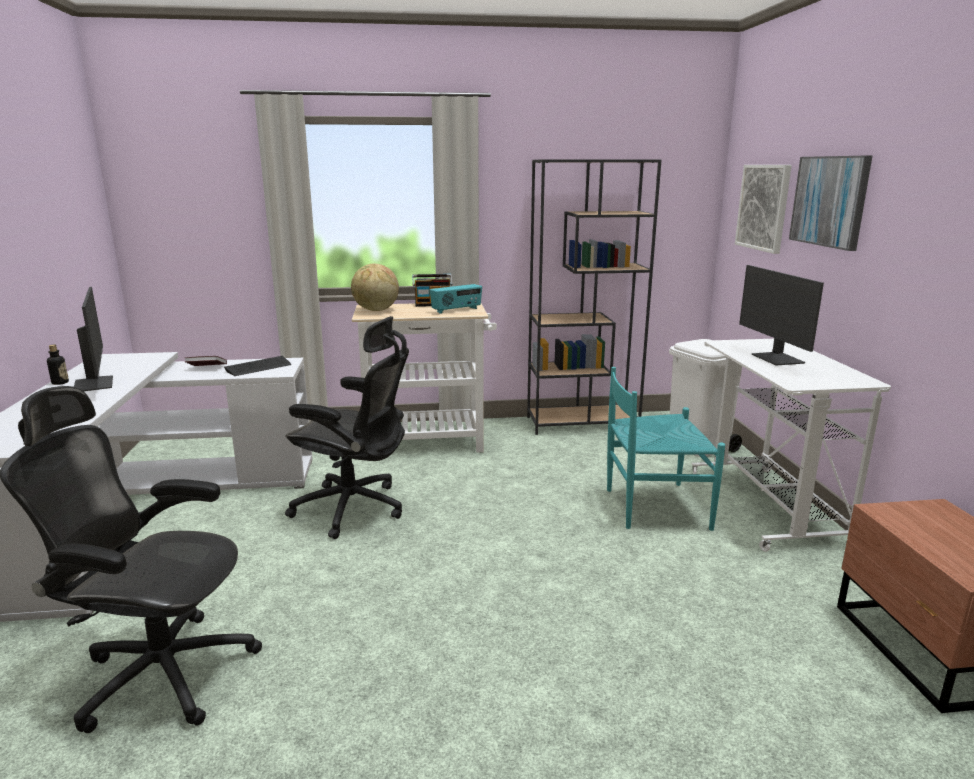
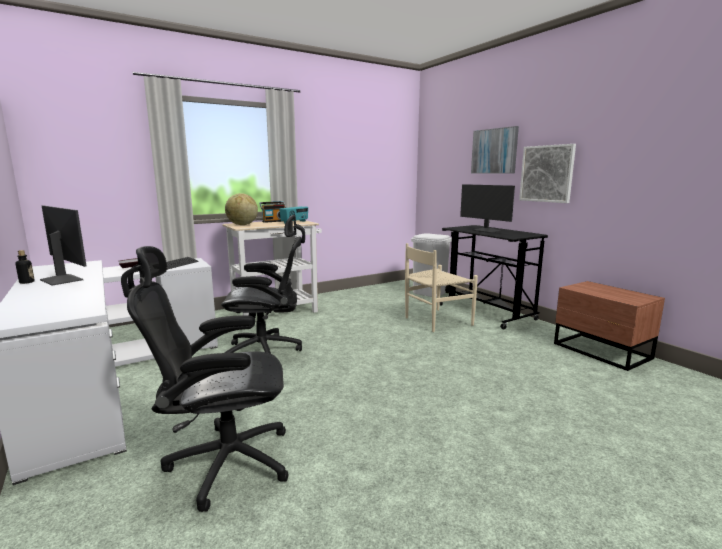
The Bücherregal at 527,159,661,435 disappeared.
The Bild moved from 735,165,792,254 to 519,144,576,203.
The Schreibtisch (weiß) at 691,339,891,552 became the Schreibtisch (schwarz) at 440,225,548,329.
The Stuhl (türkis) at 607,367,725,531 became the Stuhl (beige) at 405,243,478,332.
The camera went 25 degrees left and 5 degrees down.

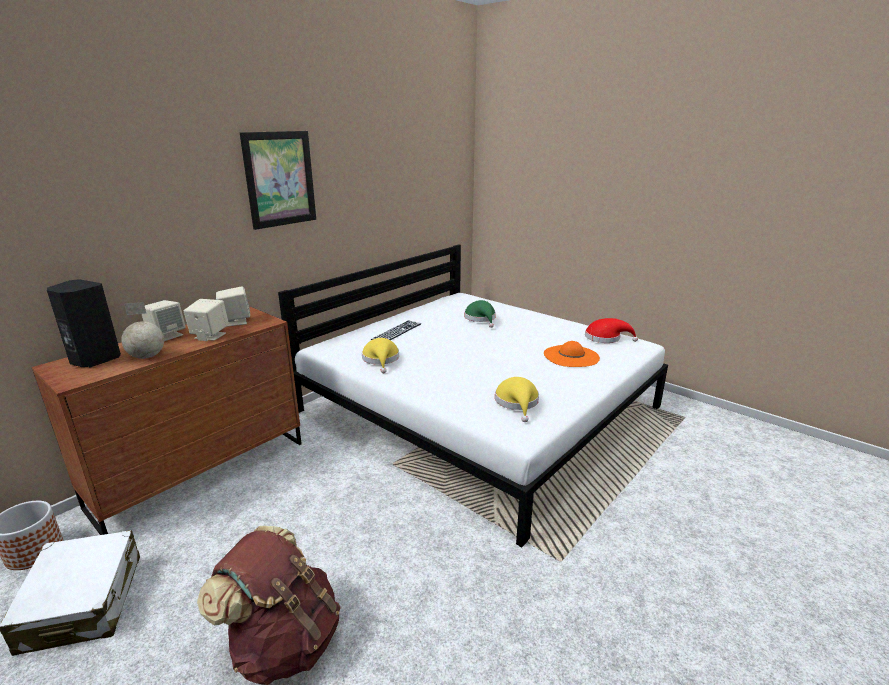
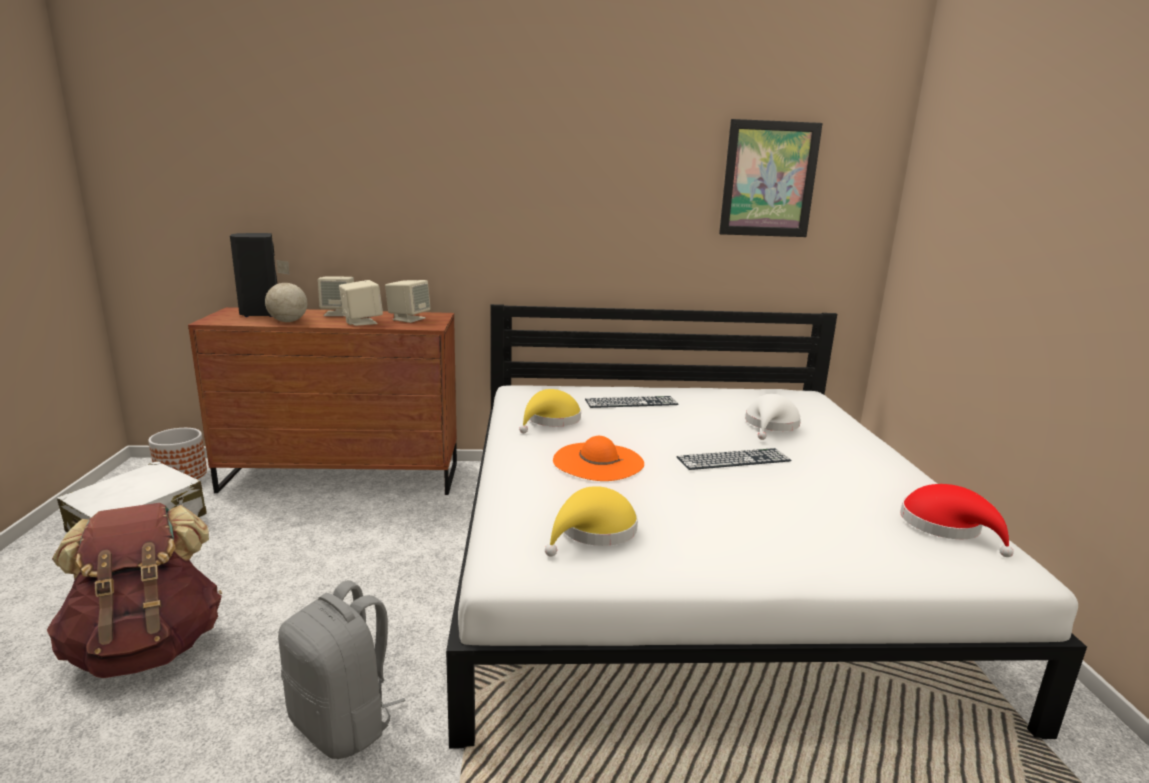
The Bild moved from 240,131,316,230 to 719,119,823,237.
The Hut (grün) at 464,300,496,328 became the Hut (weiß) at 745,394,801,440.
The Hut (orange) moved from 544,341,600,367 to 553,436,644,481.
The Tastatur at 677,448,791,470 appeared.
The Rucksack (grau) at 278,580,406,759 appeared.
The camera went 45 degrees right and 5 degrees down.

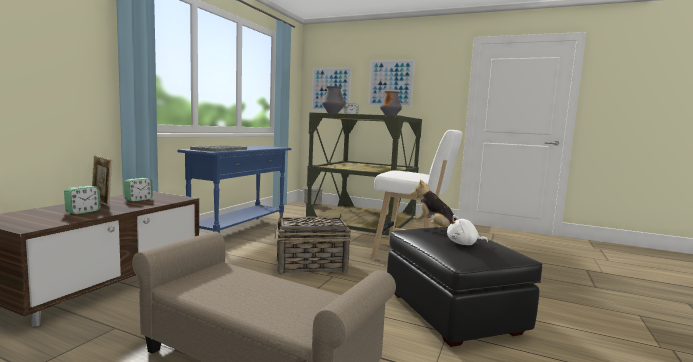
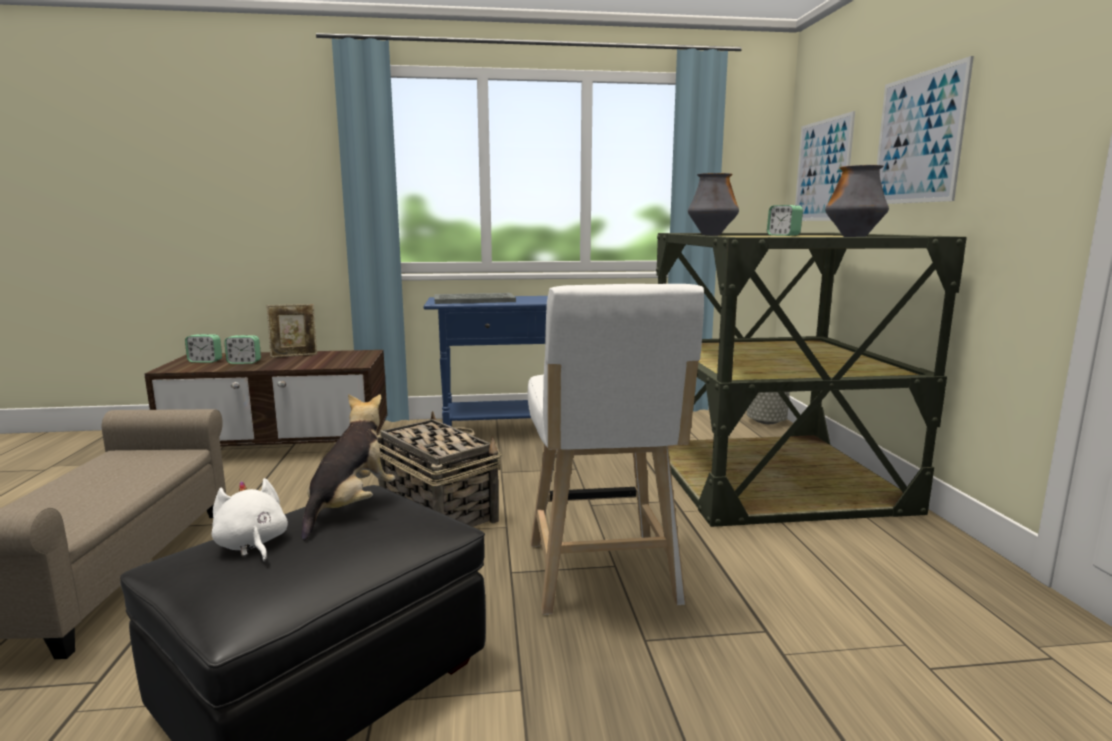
The Bilderrahmen at 92,155,112,206 turned 120 degrees counterclockwise.
The Wecker moved from 124,178,153,202 to 185,334,222,363.
The camera went 60 degrees right and 5 degrees up.

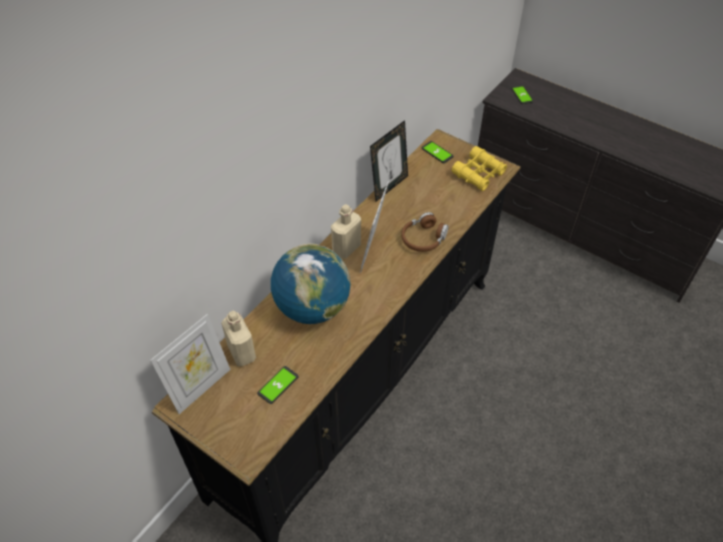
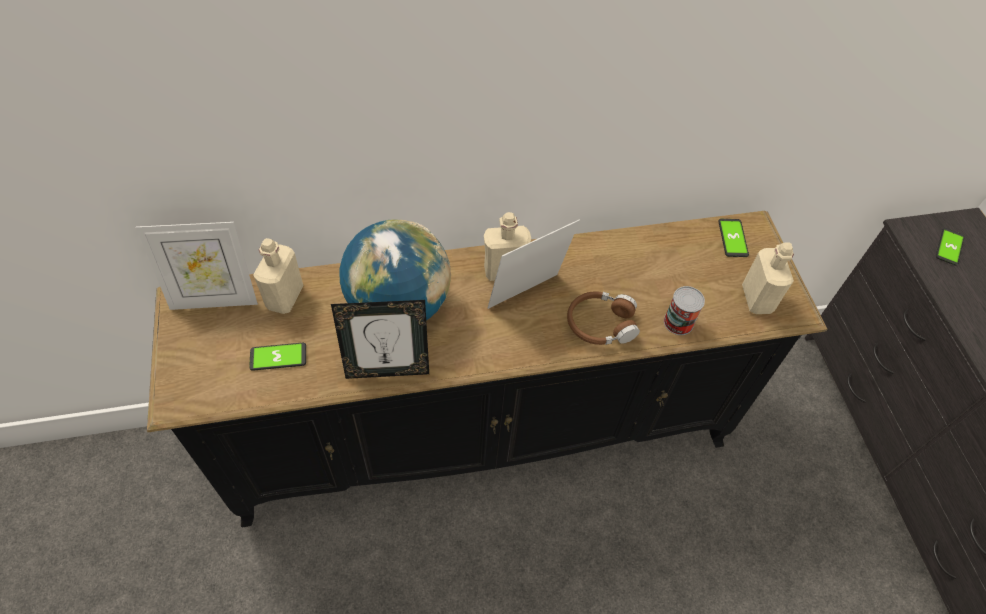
The Bilderrahmen moved from 370,120,408,202 to 331,300,429,379.
The Fernglas (gelb) at 451,146,507,191 was replaced by the Flasche (beige) at 742,243,794,314.
The Dose at 664,286,705,335 appeared.
The camera went 40 degrees right and 5 degrees up.

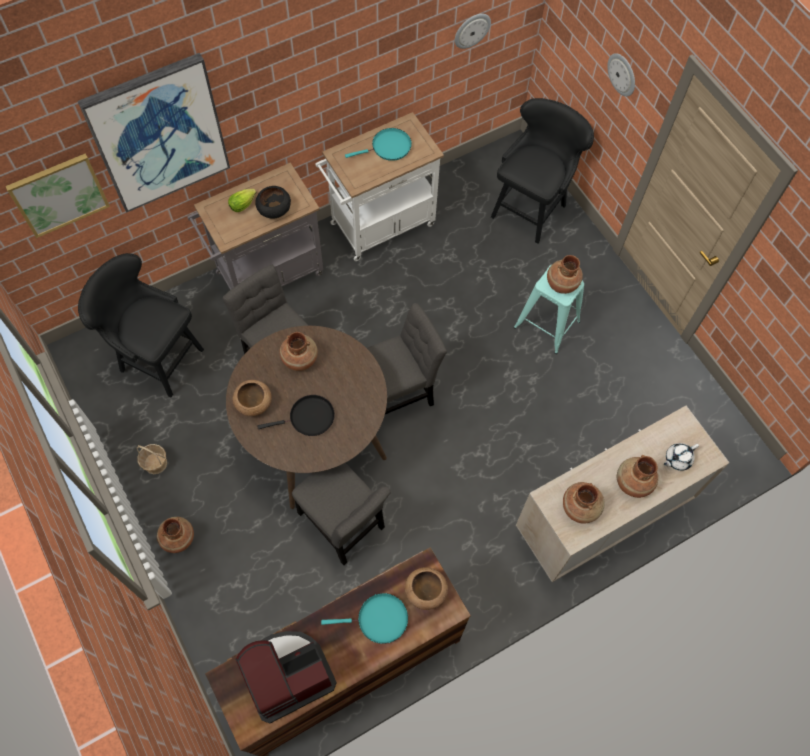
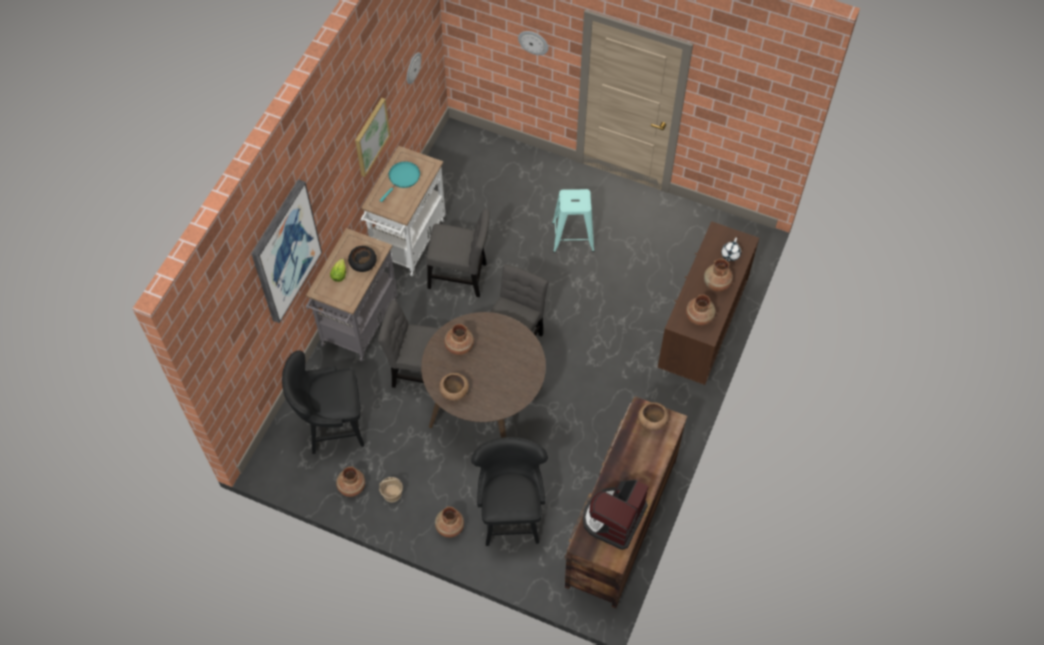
The Hocker (schwarz) moved from 491,98,594,244 to 471,437,548,546.
The Bild moved from 5,154,110,238 to 355,98,390,177.
The Vase (braun) moved from 547,255,583,294 to 336,466,365,497.
The Pfanne (schwarz) at 257,395,335,436 disappeared.
The Kommode (weiß) at 516,406,729,582 became the Kommode (braun) at 658,221,759,385.
The Stuhl (grau) moved from 292,463,391,565 to 426,209,490,297.
The Pfanne (türkis) at 321,593,408,644 disappeared.
The camera went 35 degrees left and 5 degrees down.

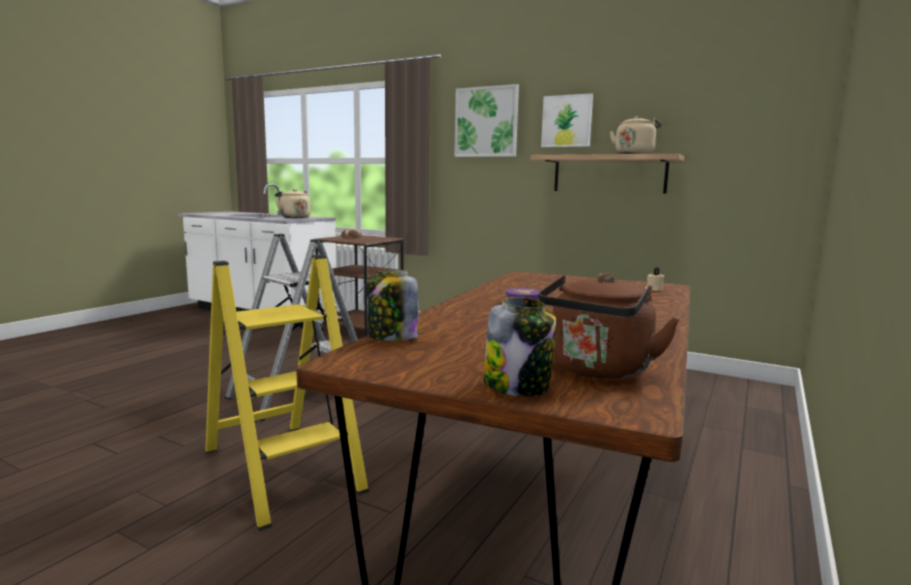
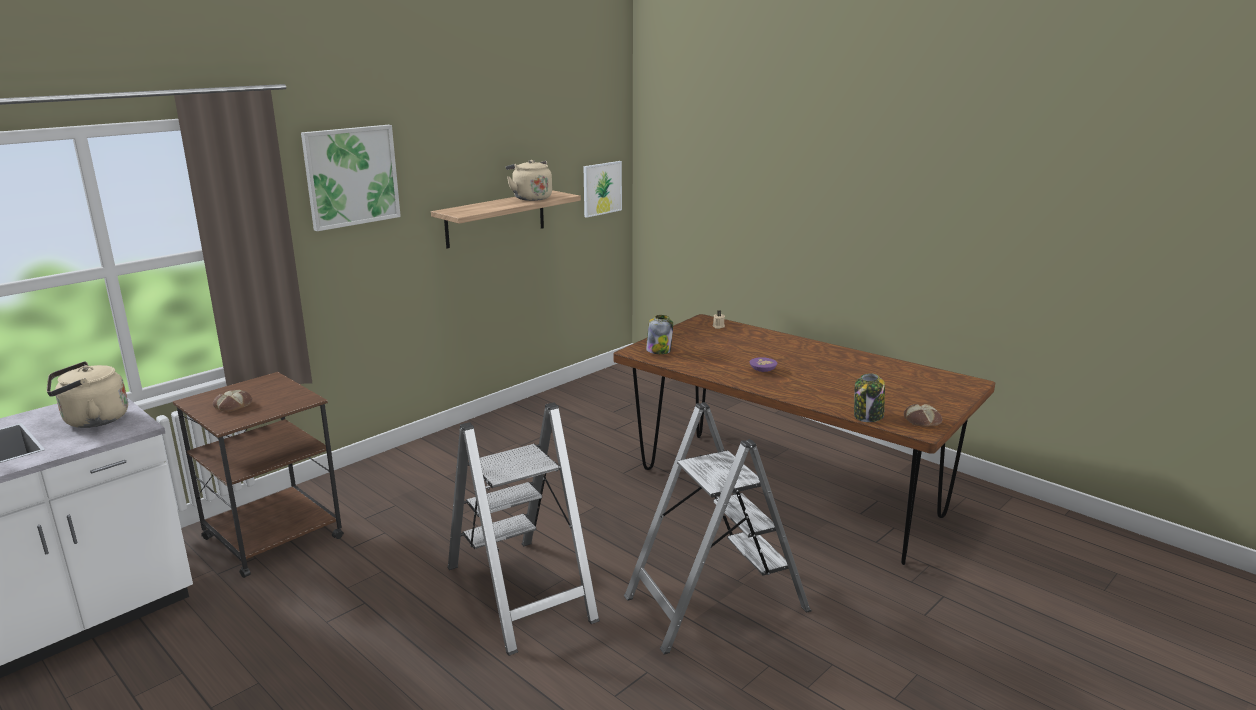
The Bild moved from 541,93,593,147 to 583,161,622,218.
The Trittleiter (gelb) at 205,255,369,531 became the Trittleiter (grau) at 624,402,812,655.
The Wasserkessel (braun) at 538,273,680,379 disappeared.
The Vorratsglas moved from 483,297,556,397 to 646,315,673,354.
The Brot at 904,404,942,426 appeared.
The camera went 75 degrees left and 10 degrees up.

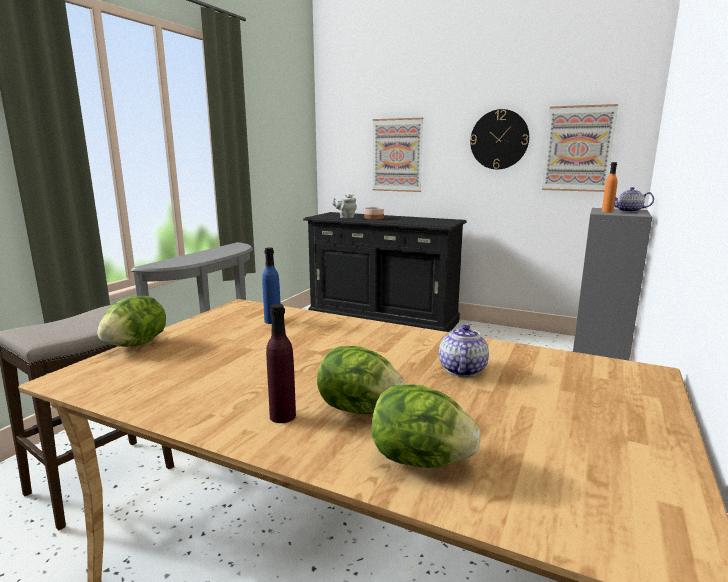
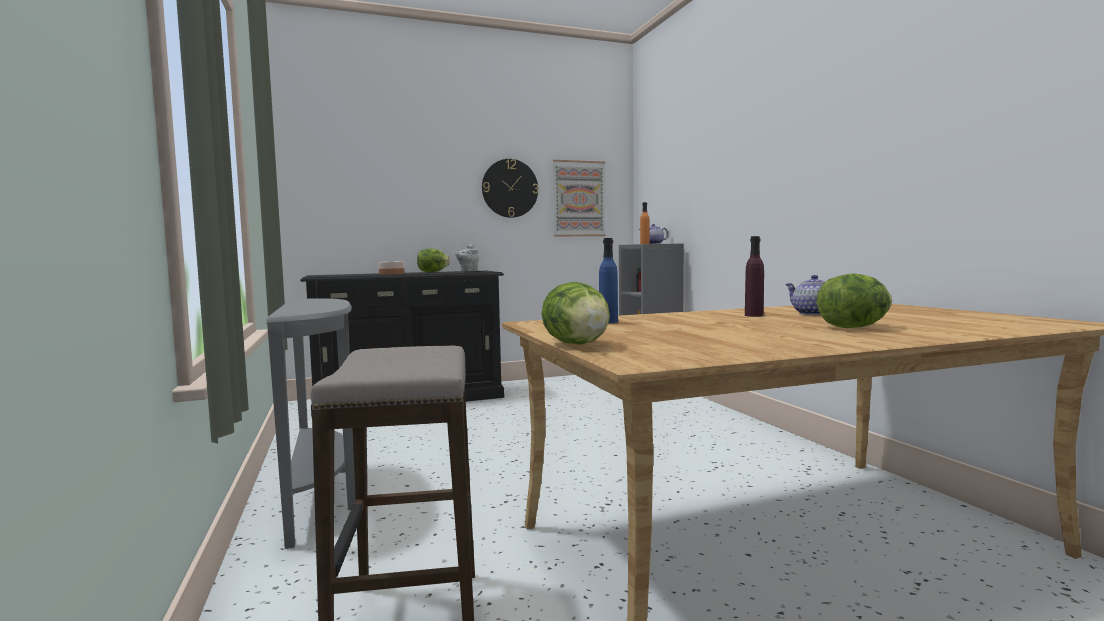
The Bild at 372,118,423,192 disappeared.
The Teekanne (grau) moved from 332,194,357,218 to 455,244,479,272.
The Flasche (lila) moved from 266,304,296,423 to 745,236,764,317.
The Salatkopf moved from 371,384,481,468 to 417,249,450,272.
The camera went 45 degrees left and 10 degrees down.

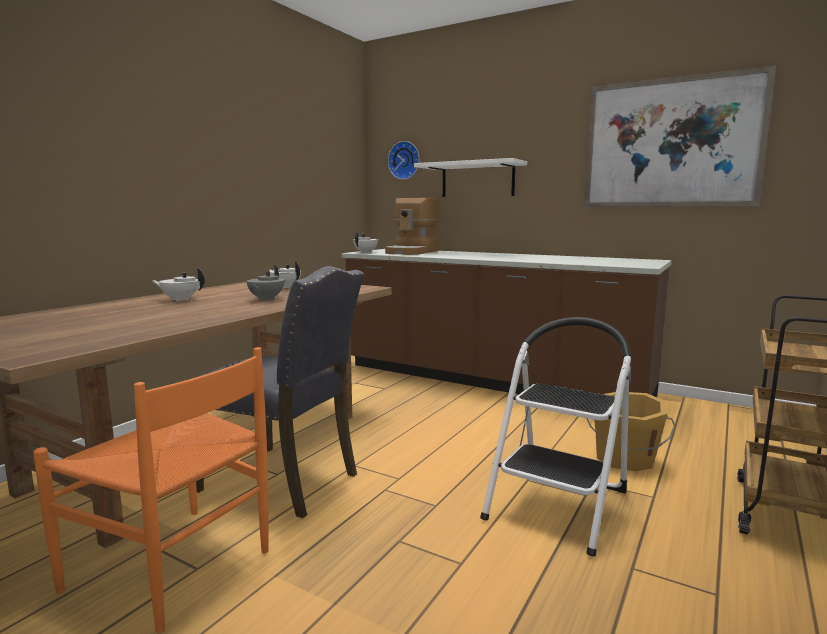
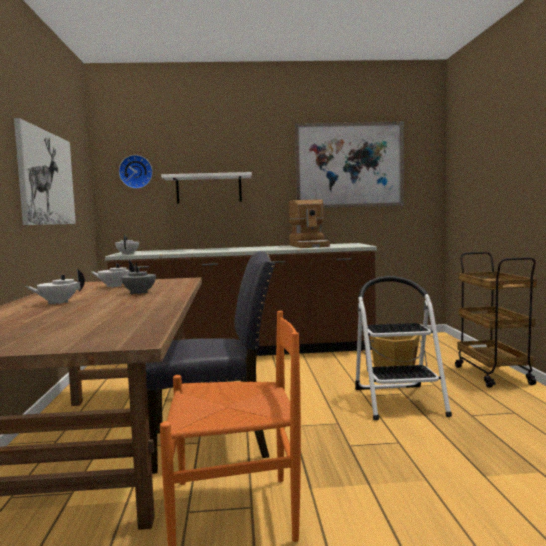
The Kaffeemaschine moved from 385,198,439,255 to 289,199,330,248.
The Bild at 14,118,76,225 appeared.
The camera went 35 degrees left and 5 degrees down.

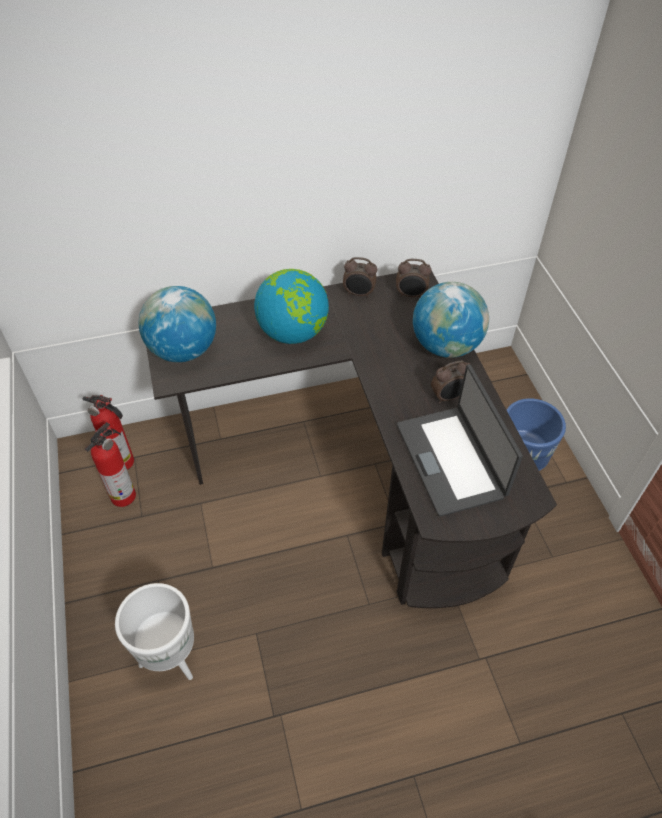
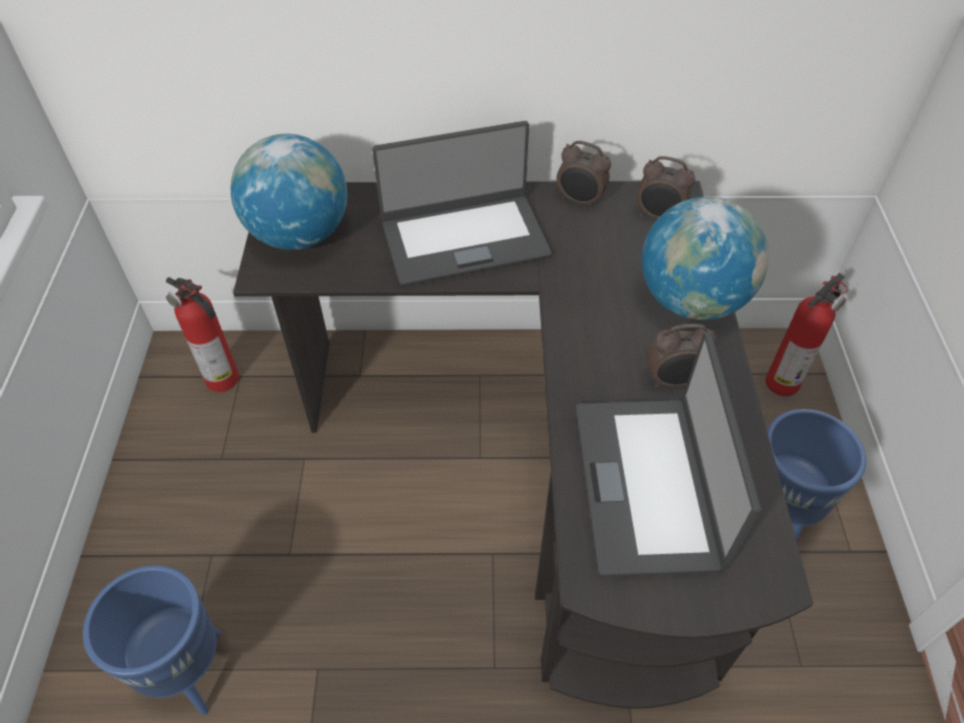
The Globus at 254,269,329,344 was replaced by the Laptop at 372,121,552,286.
The Feuerlöscher moved from 85,422,136,507 to 765,273,848,396.
The Pflanzkübel (weiß) at 115,583,194,680 became the Pflanzkübel (blau) at 83,565,221,715.
The camera went 15 degrees right and 0 degrees up.

